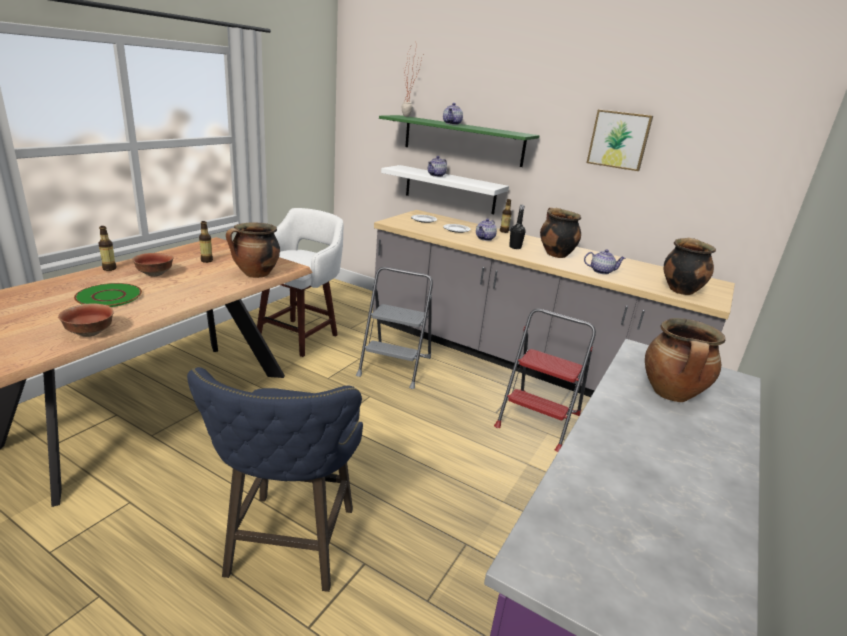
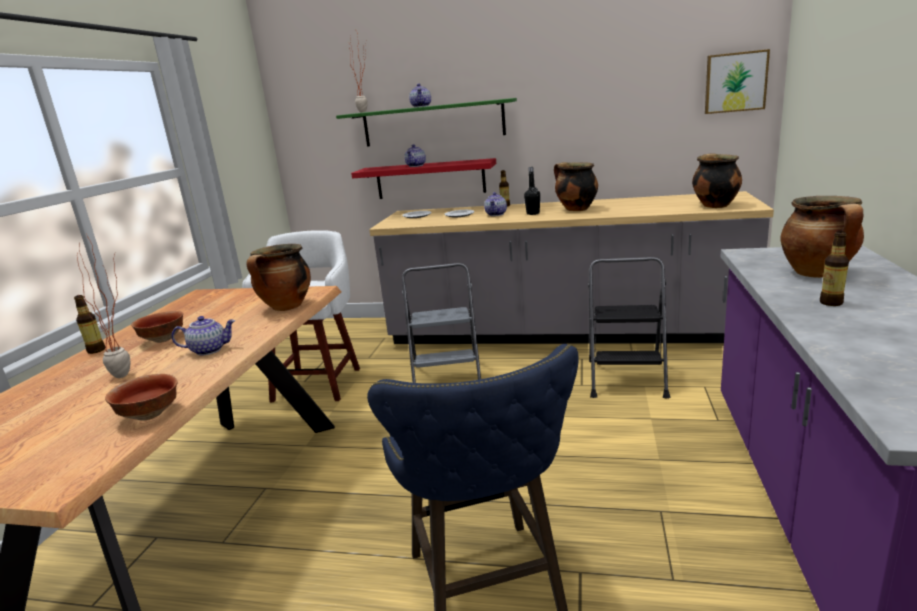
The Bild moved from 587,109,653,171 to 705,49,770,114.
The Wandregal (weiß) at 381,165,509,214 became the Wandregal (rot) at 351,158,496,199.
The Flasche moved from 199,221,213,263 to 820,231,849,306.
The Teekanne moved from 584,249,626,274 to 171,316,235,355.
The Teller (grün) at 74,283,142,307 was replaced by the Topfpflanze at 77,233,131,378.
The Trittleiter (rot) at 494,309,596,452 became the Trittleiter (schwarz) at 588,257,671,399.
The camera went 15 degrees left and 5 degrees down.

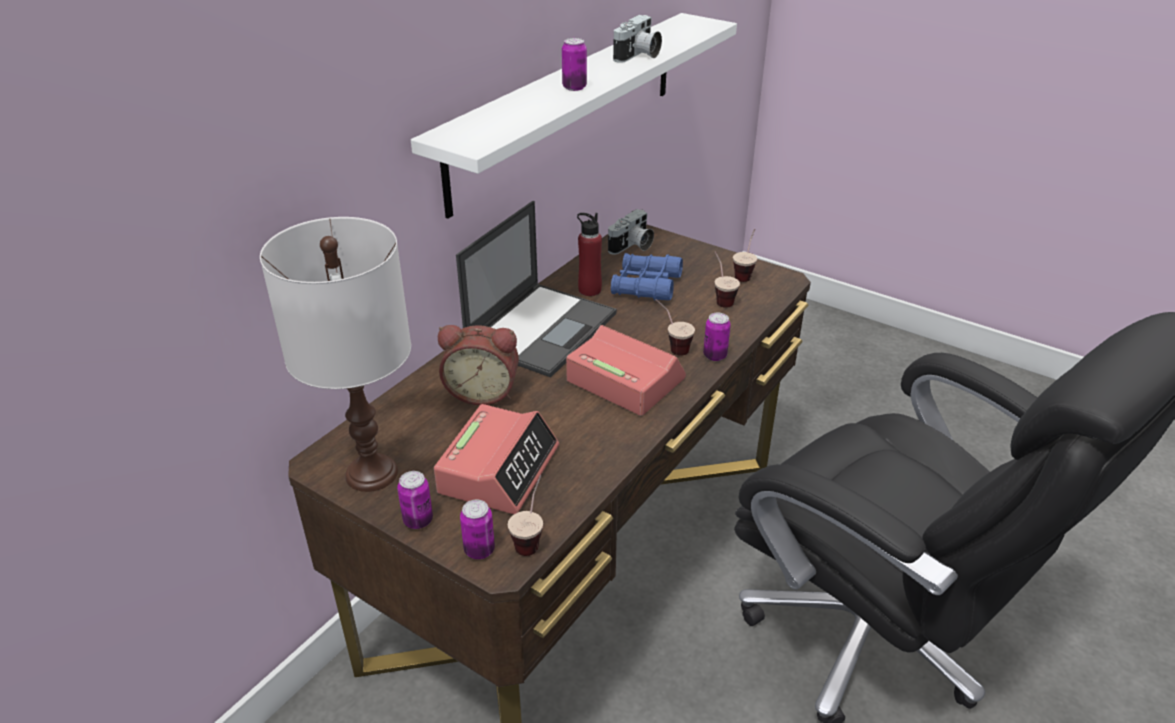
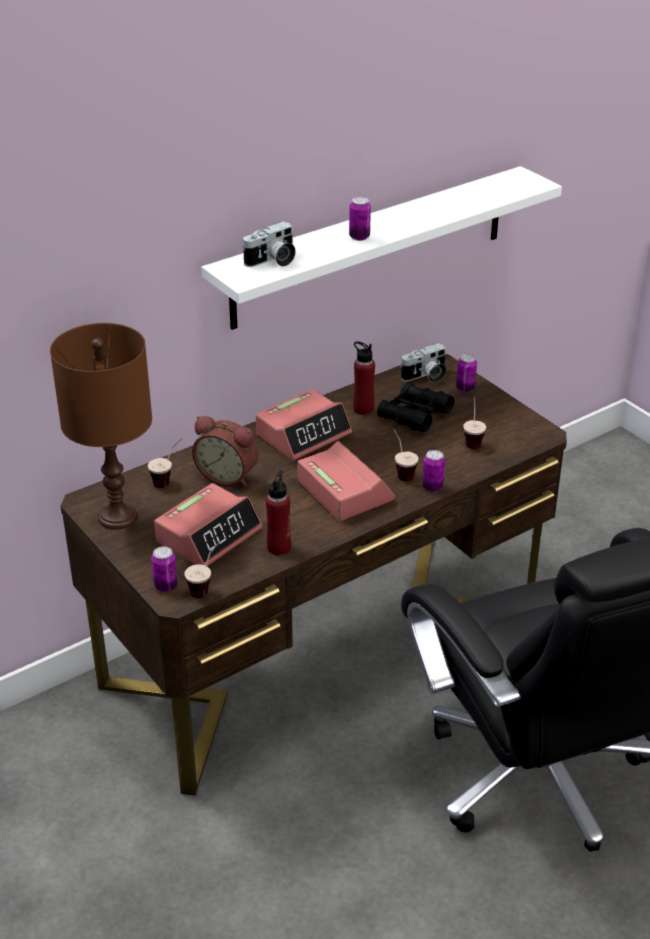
The Kamera moved from 613,15,662,63 to 243,221,296,267.
The Laptop at 456,201,617,378 was replaced by the Wecker at 256,389,352,461.
The Tischlampe (weiß) at 260,217,411,492 became the Tischlampe (braun) at 50,323,152,530.
The Tasse moved from 733,229,757,282 to 148,438,182,488.
The Fernglas (blau) at 611,253,683,301 became the Fernglas (schwarz) at 377,383,454,432.
The Dose moved from 397,471,433,529 to 456,354,477,392.
The Flasche (rot) at 266,471,291,556 appeared.
The camera went 20 degrees right and 0 degrees up.

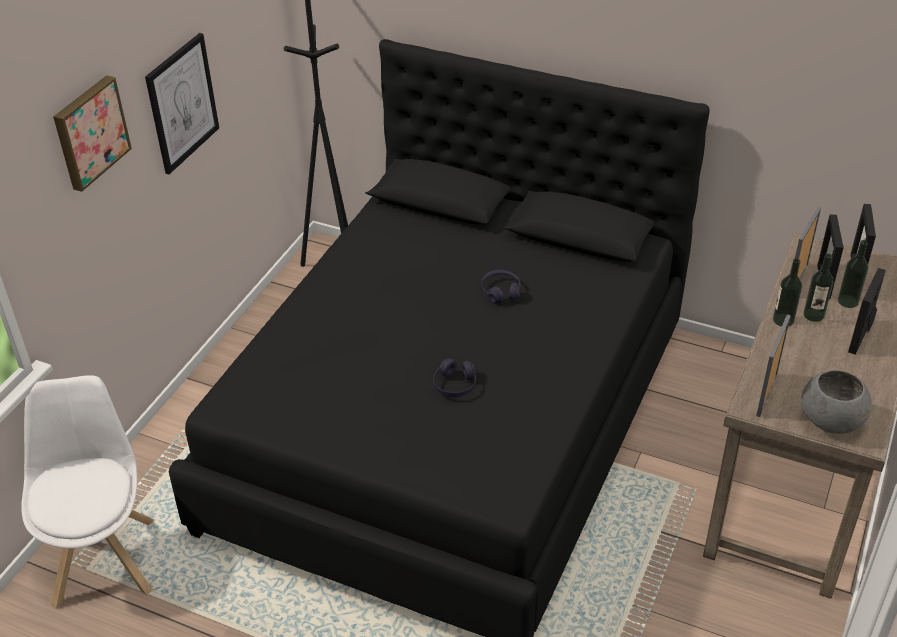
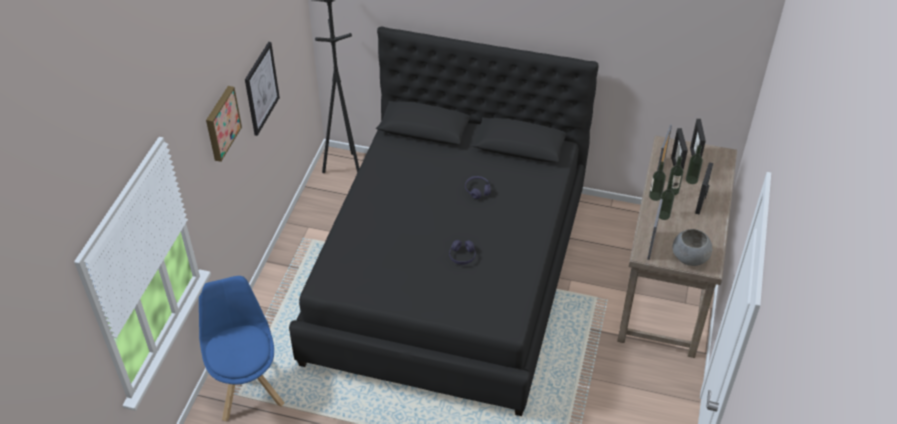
The Stuhl (weiß) at 21,375,154,609 became the Stuhl (blau) at 199,276,285,422.
The Flasche at 659,181,674,220 appeared.
The camera went 10 degrees left and 5 degrees up.

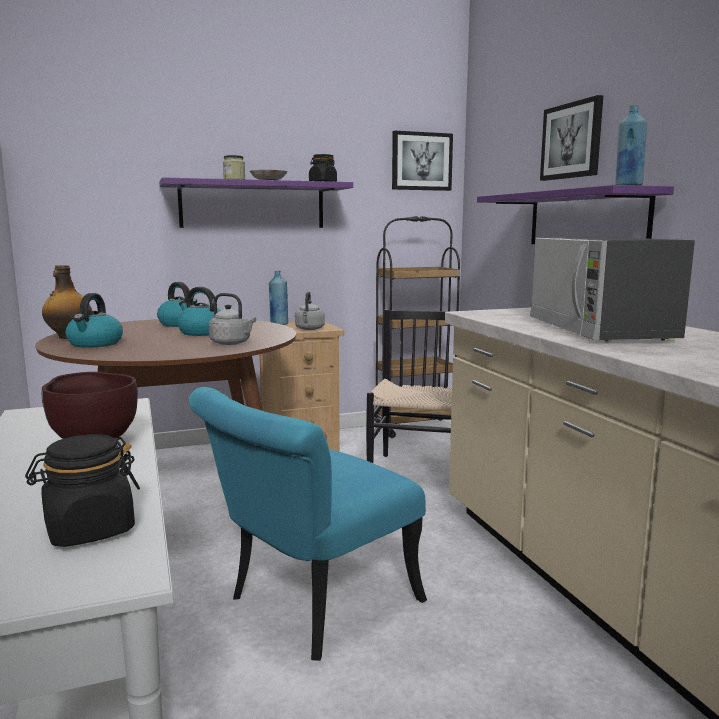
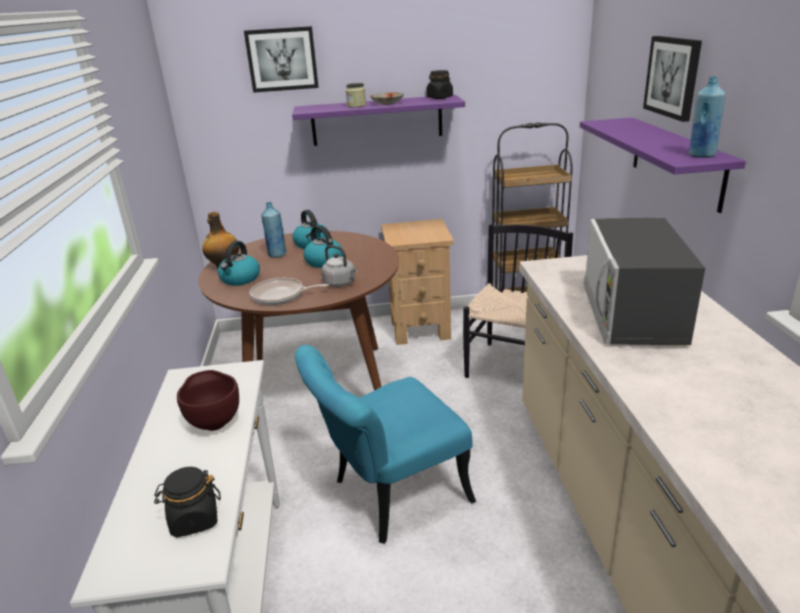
The Bild moved from 392,131,453,191 to 244,26,319,93.
The Flasche (blau) moved from 269,271,289,325 to 261,202,286,258.
The Wasserkessel (grau) at 295,292,325,330 disappeared.
The Pfanne at 250,278,329,305 appeared.
The camera went 15 degrees right and 15 degrees up.

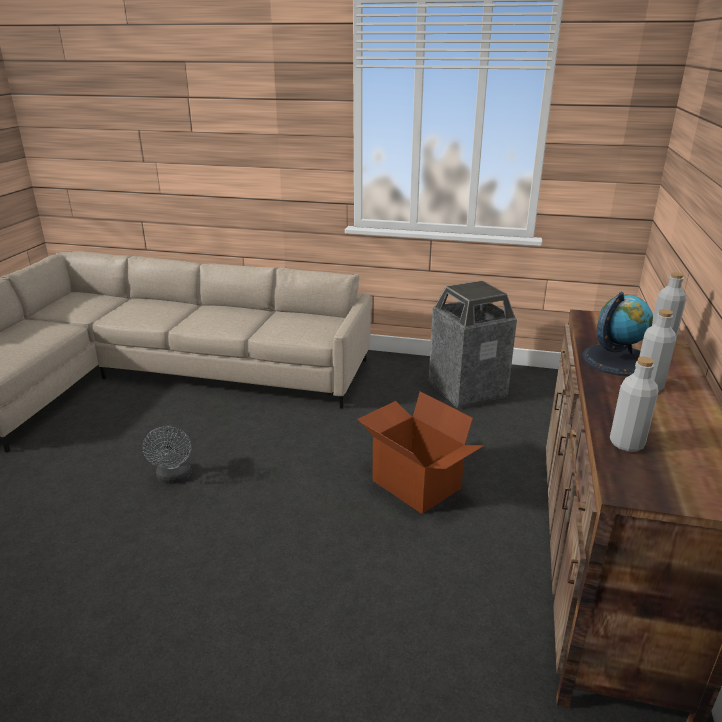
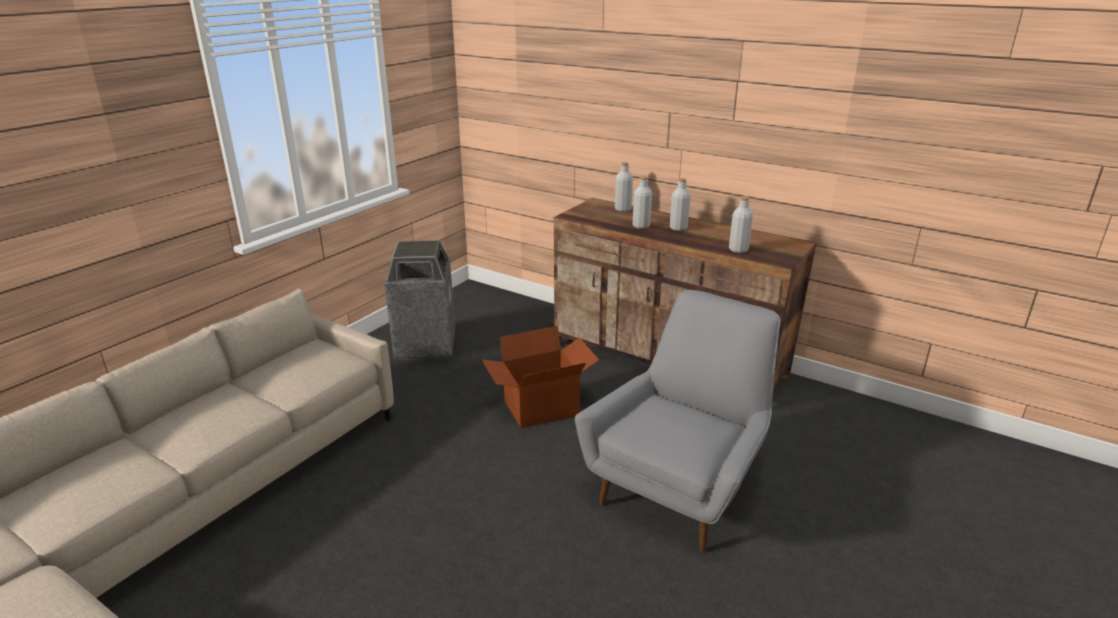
The Globus at 582,292,653,376 was replaced by the Flasche (grau) at 633,176,652,229.
The Ventilator (grau) at 142,425,192,484 disappeared.
The Sessel (grau) at 575,290,780,553 appeared.
The camera went 70 degrees left and 0 degrees up.

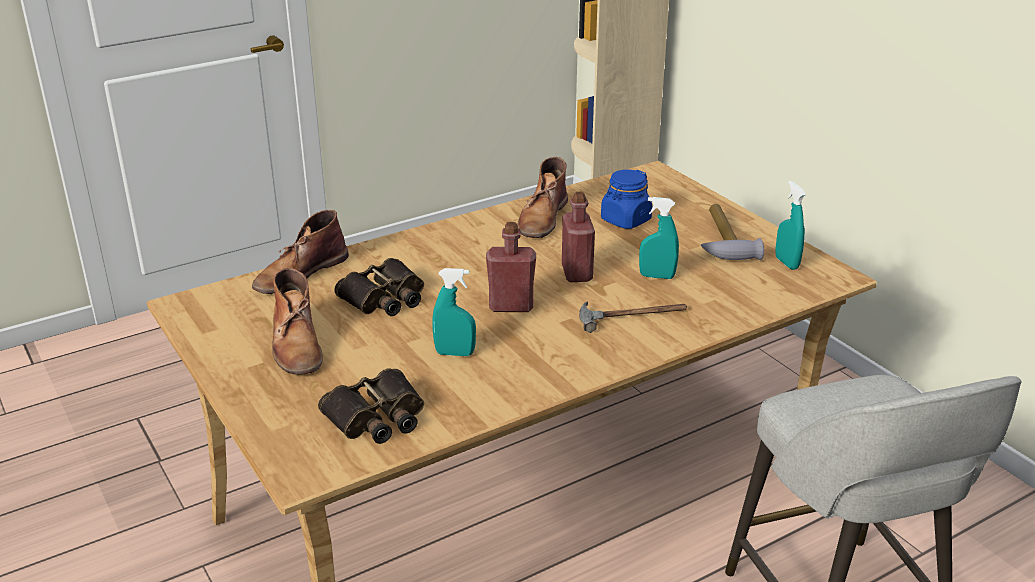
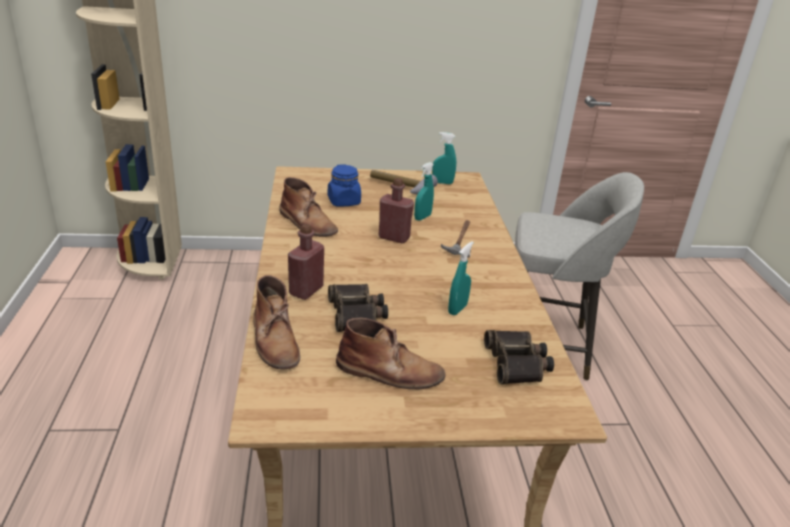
The Flasche (rot) moved from 486,222,536,312 to 288,224,324,300.
The camera went 65 degrees left and 0 degrees up.

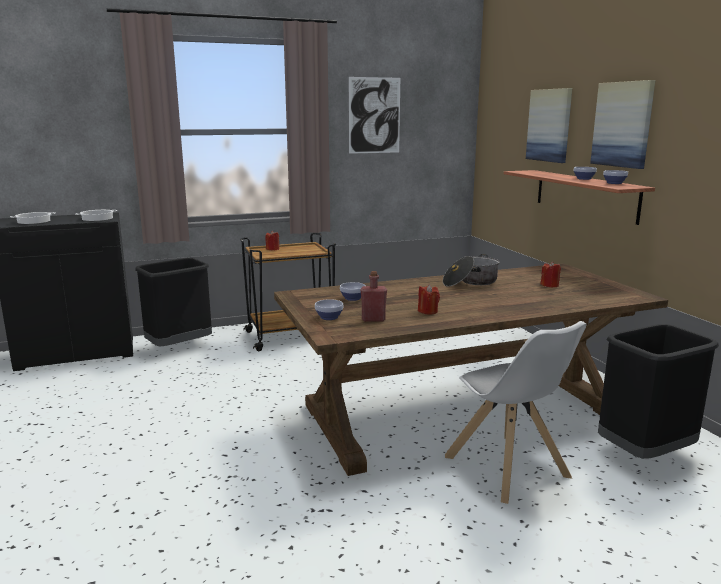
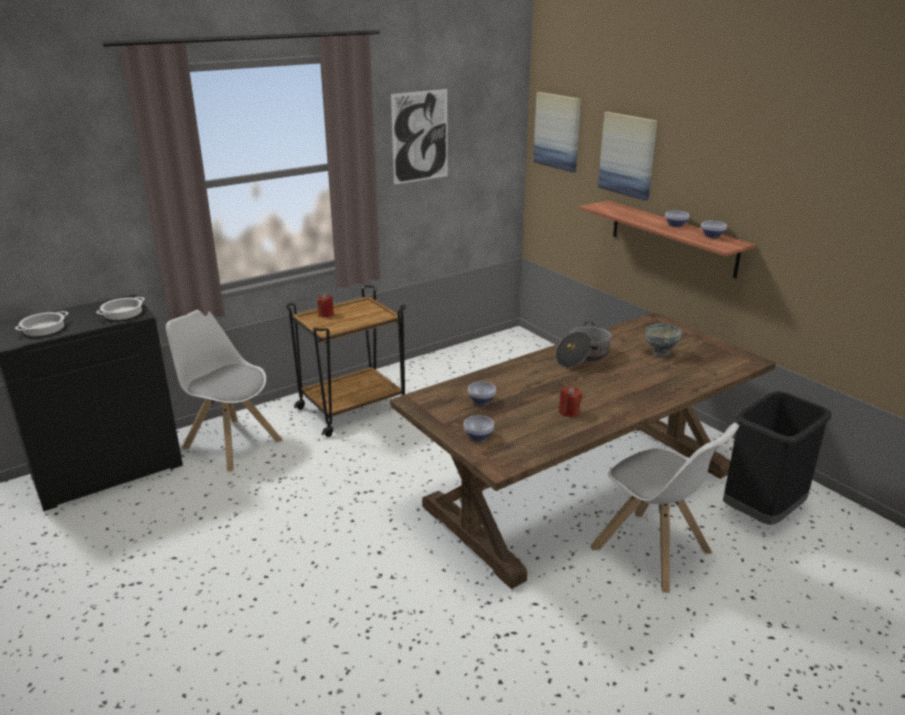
The Bild moved from 590,80,656,169 to 533,92,581,173.
The Mülleimer (schwarz) at 135,258,212,346 was replaced by the Stuhl at 166,310,283,472.
The Kerze (rot) at 540,261,561,288 was replaced by the Schüssel (grau) at 646,323,682,356.
The Flasche (rot) at 360,271,387,322 disappeared.
The camera went 15 degrees left and 10 degrees up.

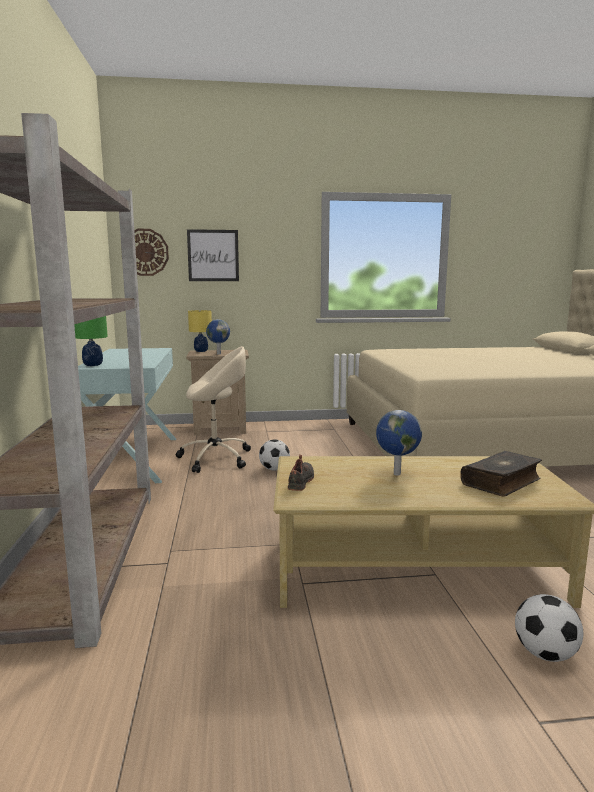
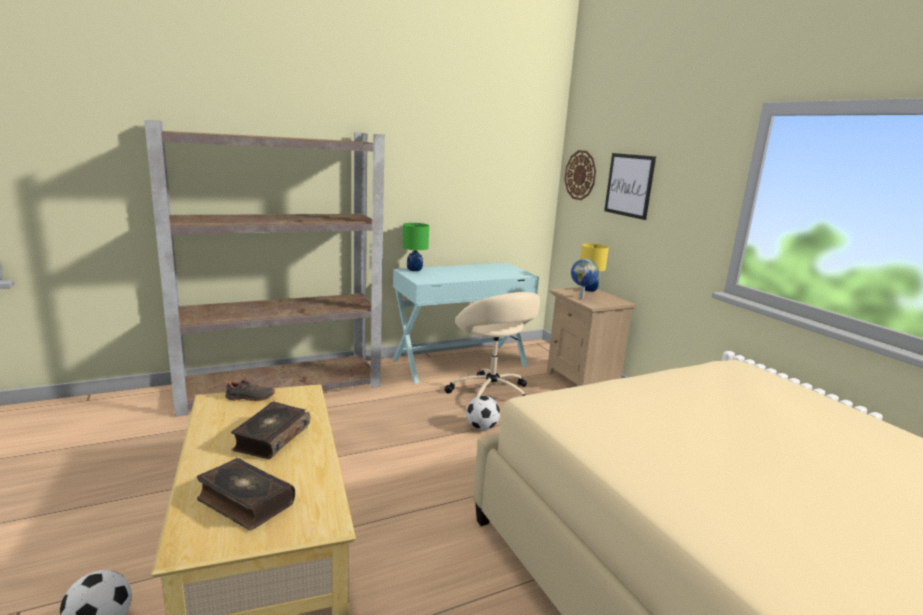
The Globus at 376,410,422,476 was replaced by the Buch at 231,402,310,459.
The camera went 70 degrees right and 5 degrees up.

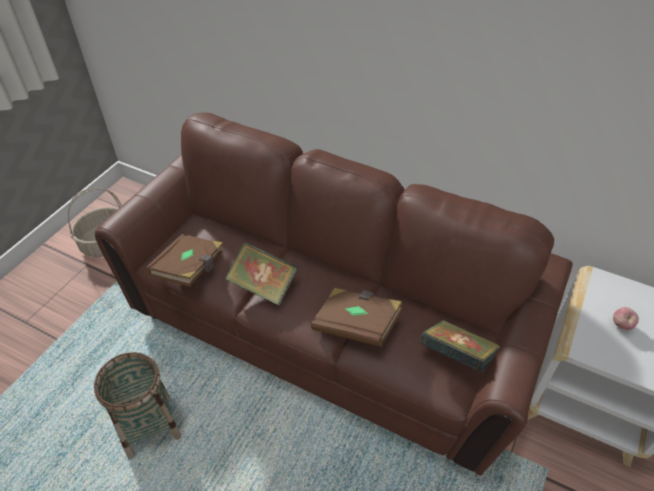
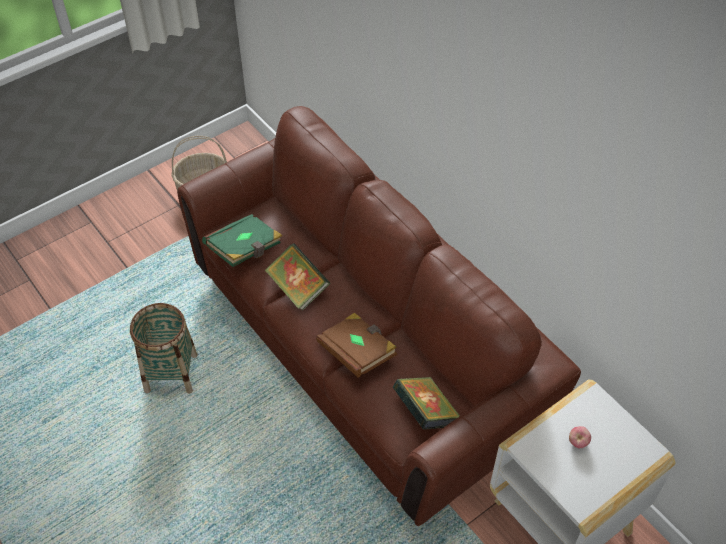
The Buch (braun) at 144,234,223,287 became the Buch (grün) at 202,214,283,267.
The camera went 25 degrees right and 5 degrees up.

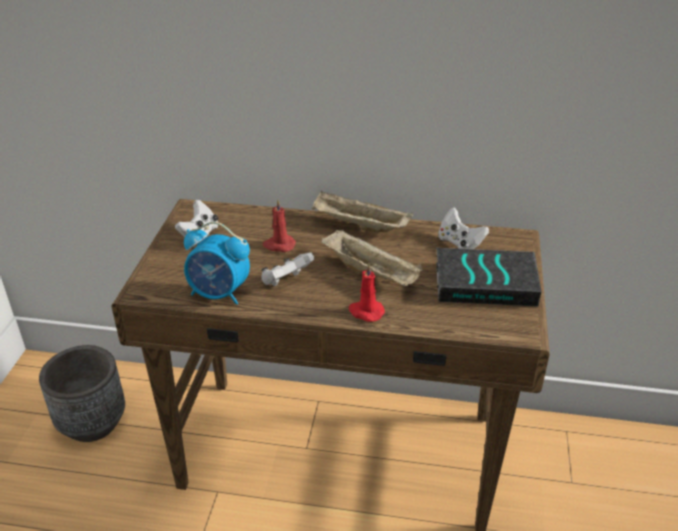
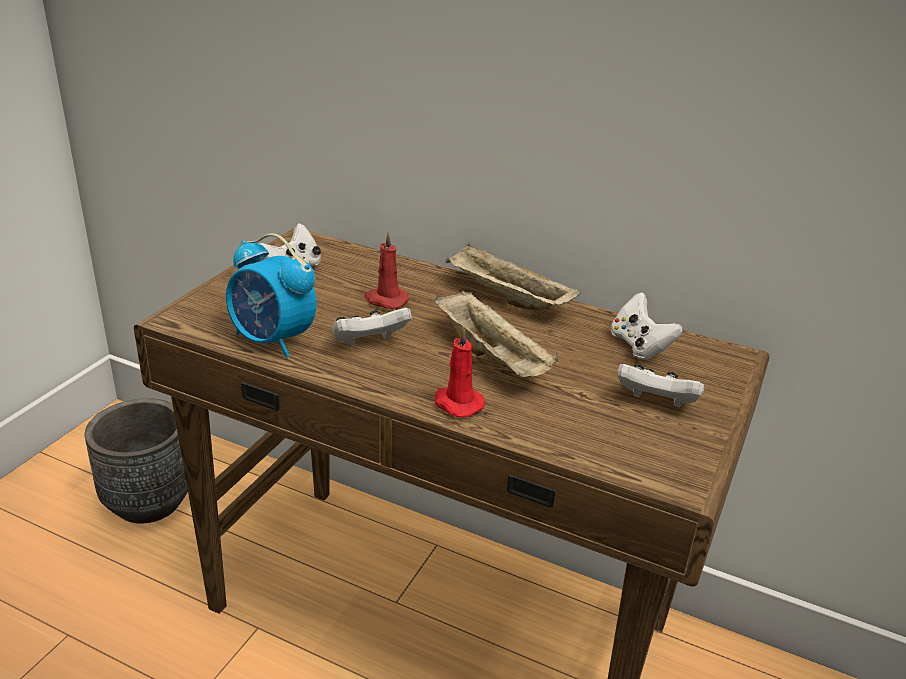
The Buch at 436,248,541,306 was replaced by the Gamepad (weiß) at 617,364,704,408.
The camera went 15 degrees right and 5 degrees down.

